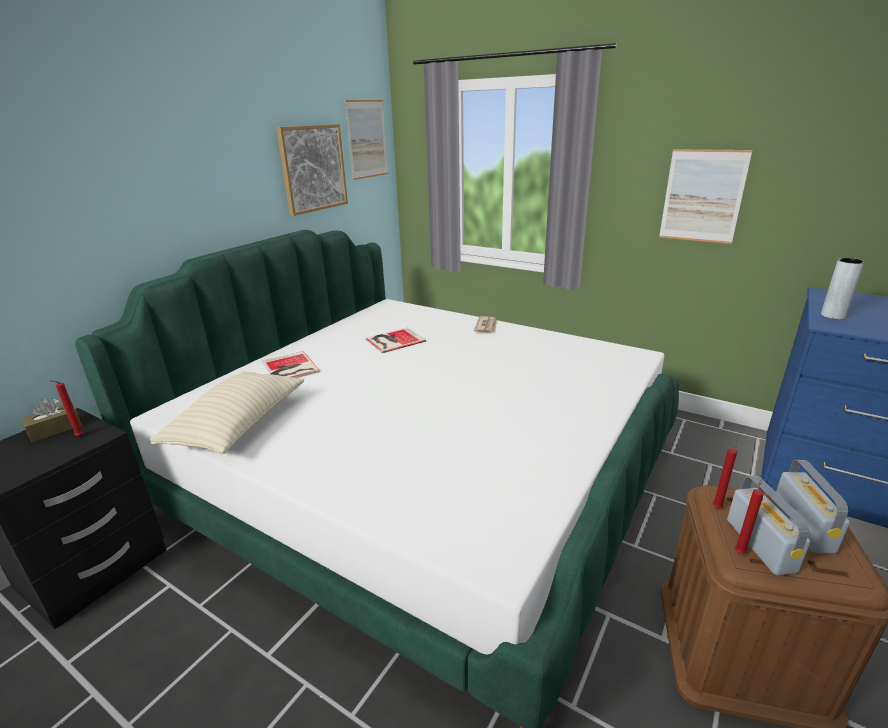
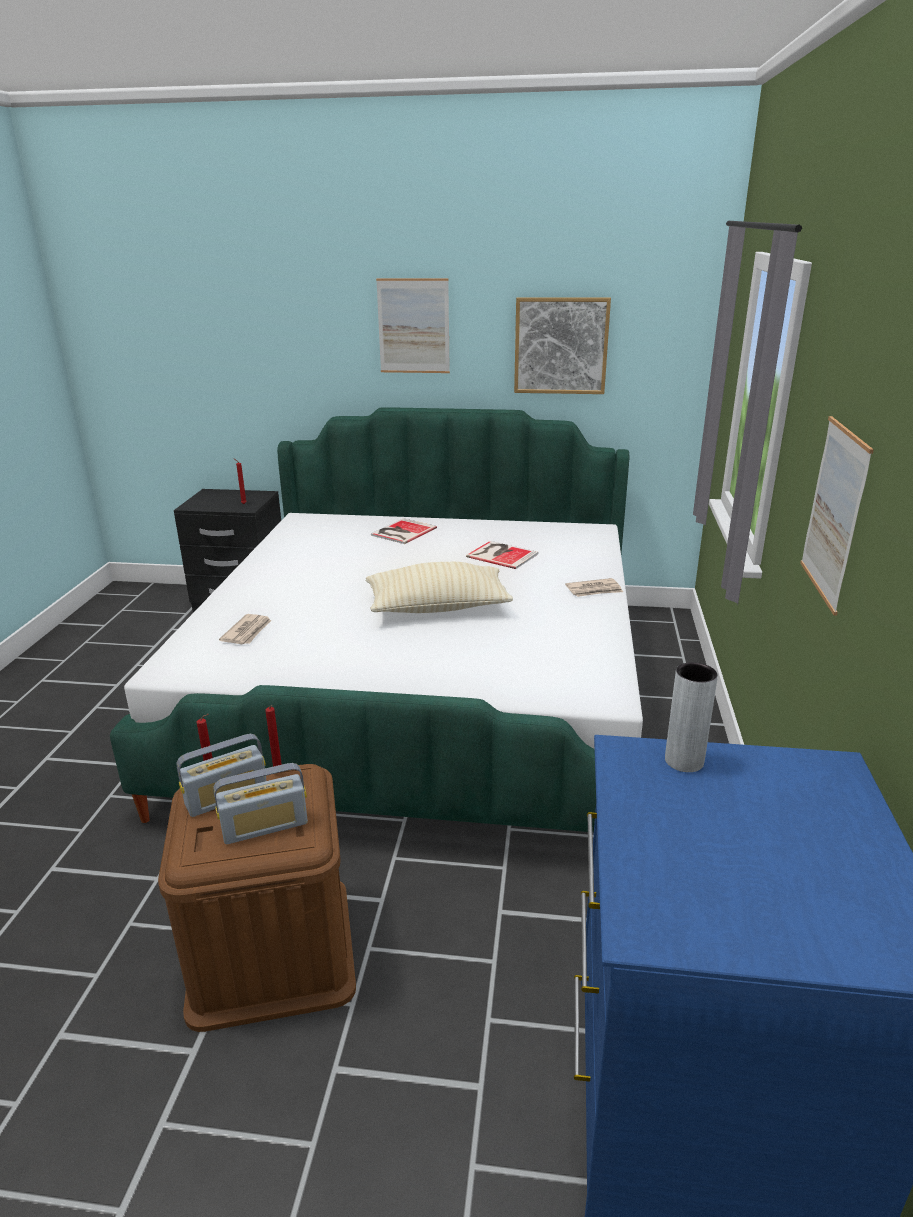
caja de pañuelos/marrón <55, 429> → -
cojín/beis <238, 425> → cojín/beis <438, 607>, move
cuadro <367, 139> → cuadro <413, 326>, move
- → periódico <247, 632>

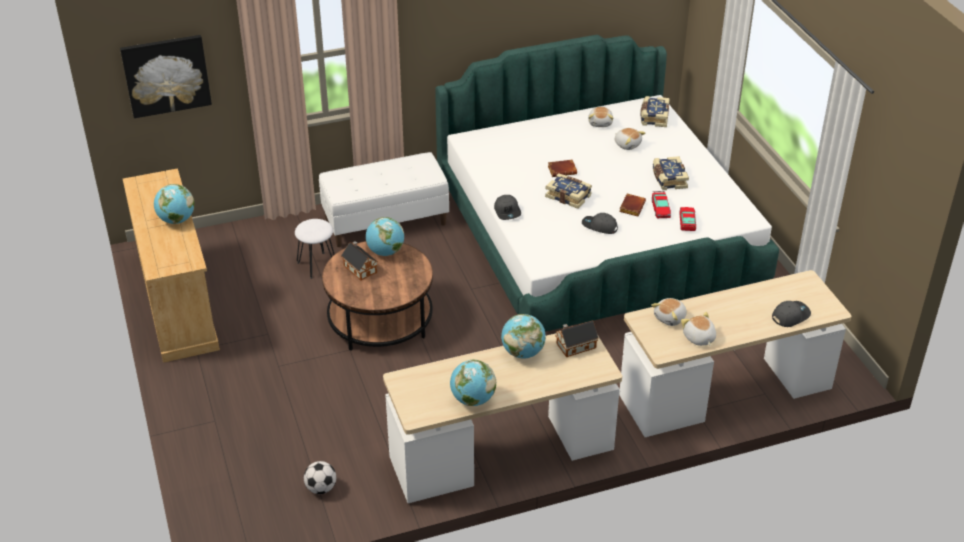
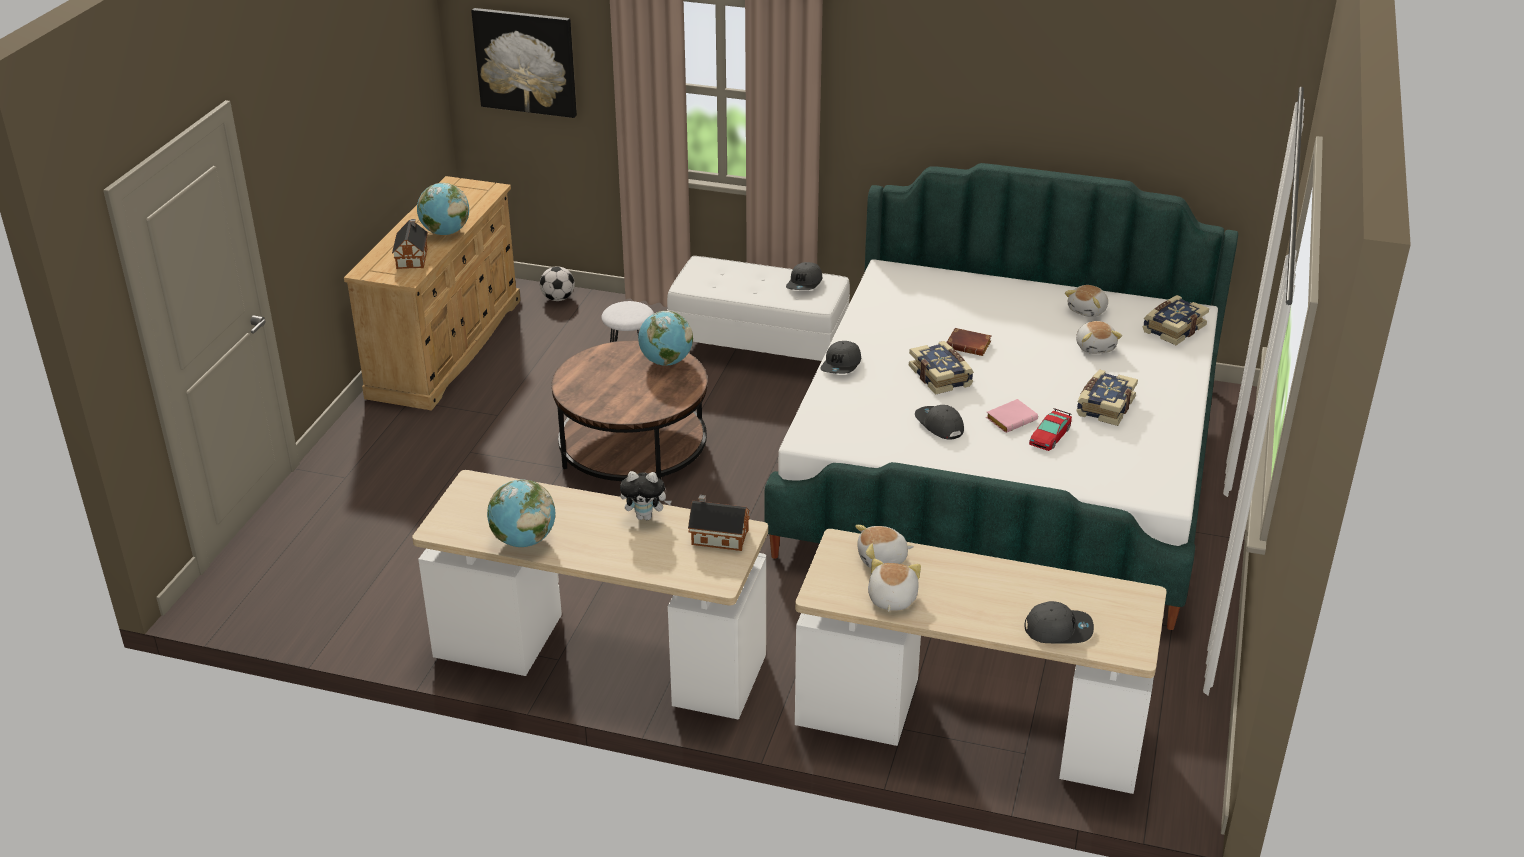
balón de fútbol <321, 488> → balón de fútbol <558, 298>, move
casita <359, 268> → casita <412, 257>, move
globo terráqueo <523, 352> → peluche <646, 516>
libro/marrón <631, 207> → libro/rosa <1011, 419>
coche de juguete <687, 222> → -
- → gorra/gris <805, 284>

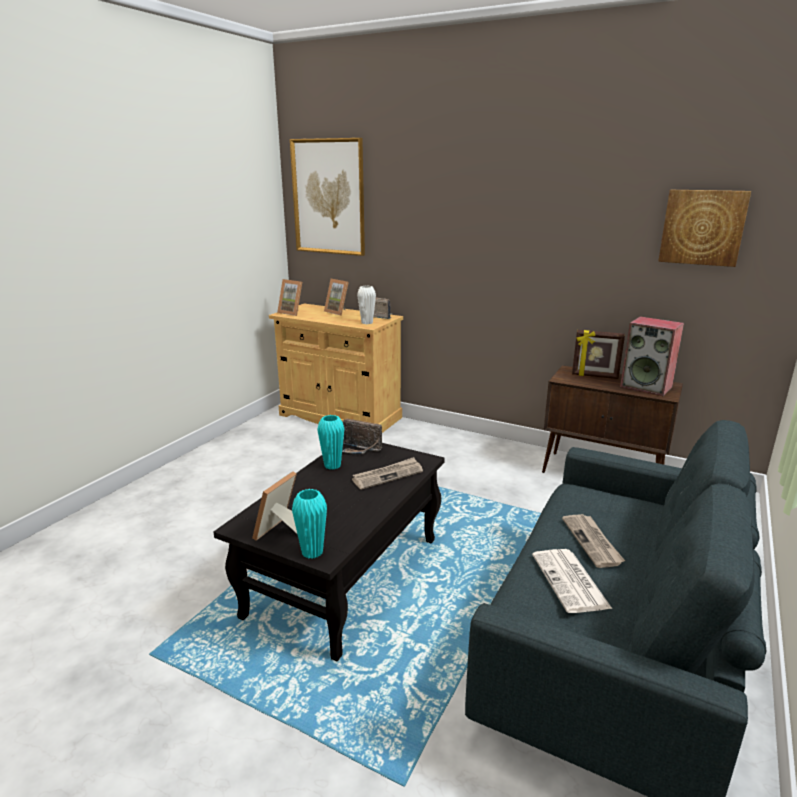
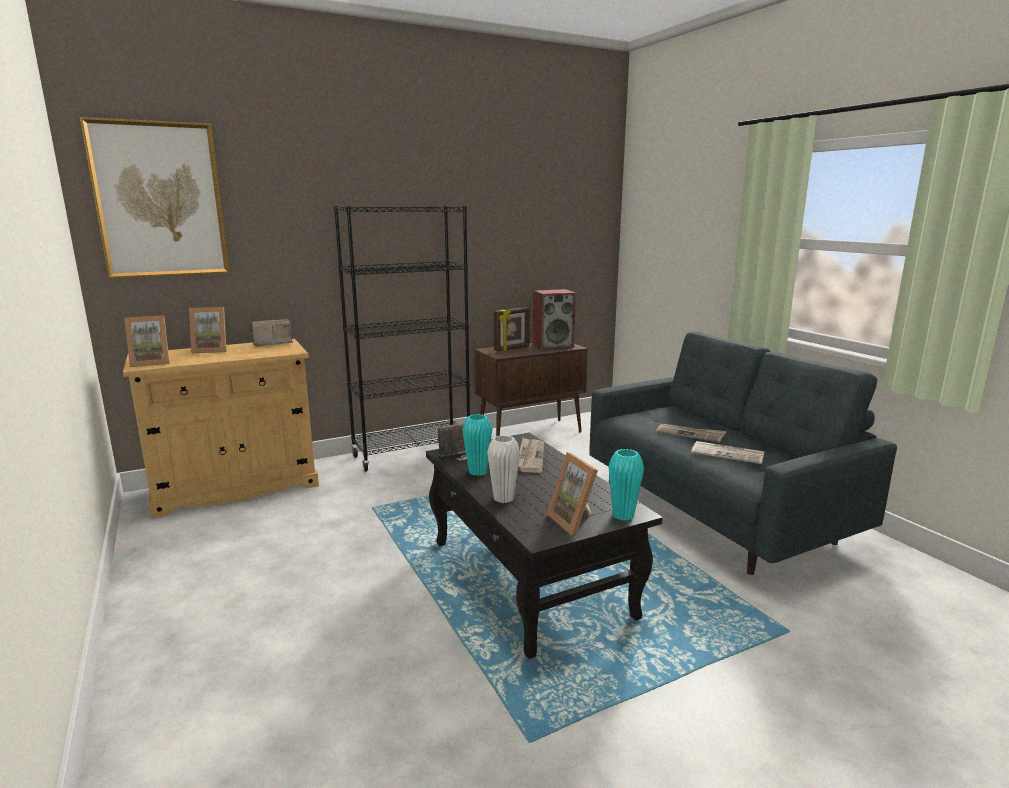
florero/blanco <367, 323> → florero/blanco <503, 498>, move
cuadro <702, 227> → -
- → estantería/negro <412, 454>

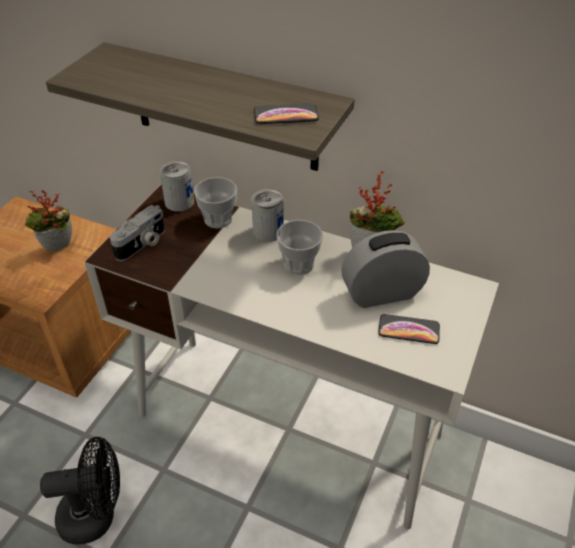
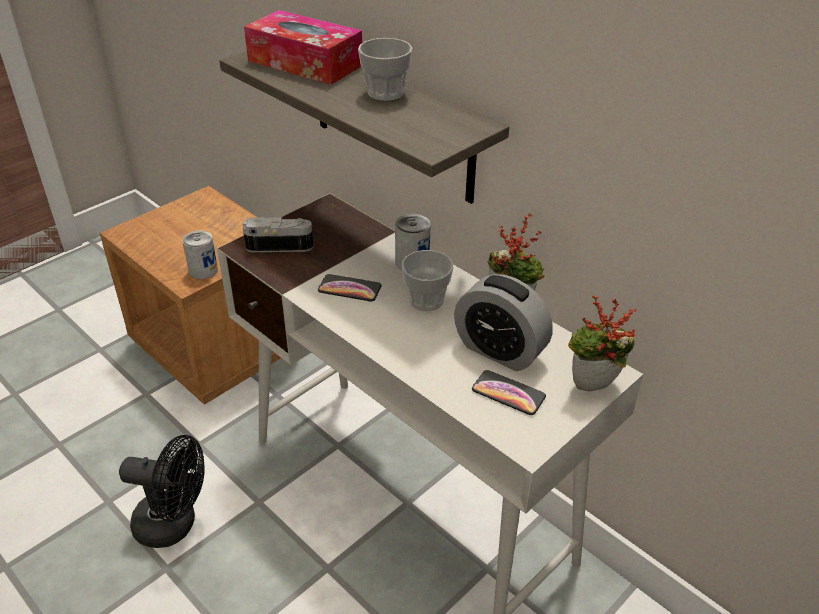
planta en maceta <58, 249> → planta en maceta <593, 389>, move
cámara <142, 244> → cámara <280, 245>, 150 degrees counterclockwise
lata <179, 202> → lata <203, 270>, move
taza <218, 219> → taza <385, 93>, move
móvil <286, 115> → móvil <349, 289>, move
despertador <382, 293> → despertador <499, 350>, 150 degrees counterclockwise
- → caja de pañuelos <305, 63>

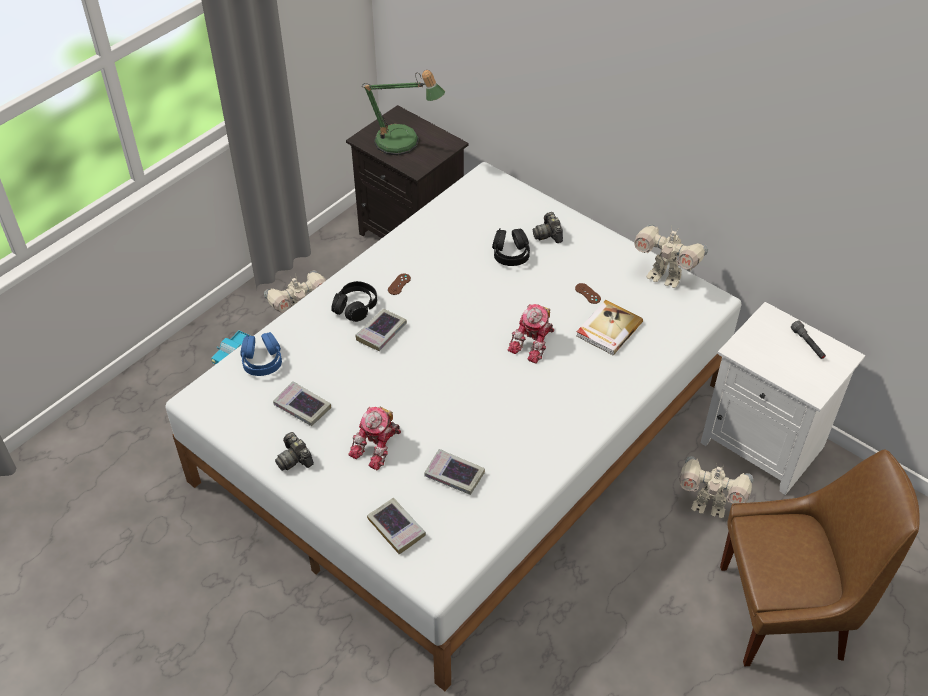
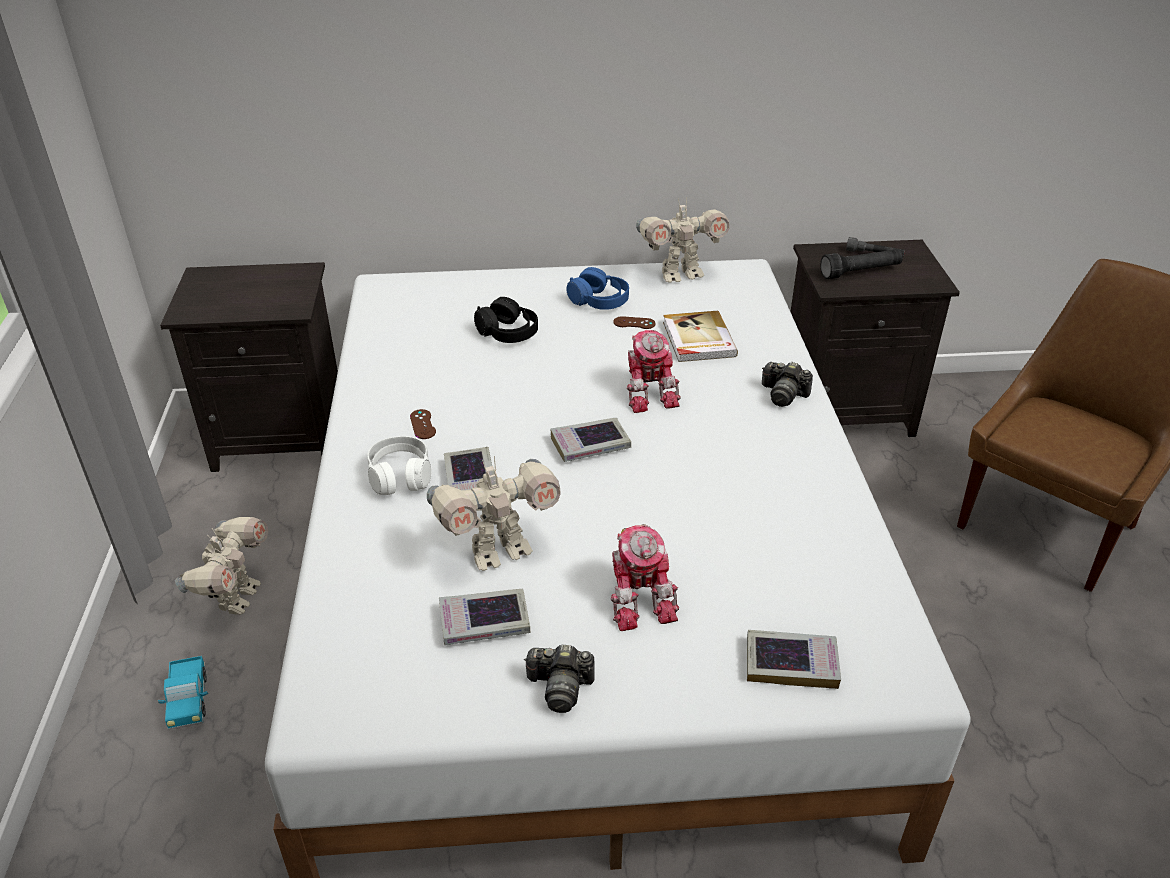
auriculares/azul <262, 361> → auriculares/azul <599, 301>, move
auriculares/negro <355, 307> → auriculares/blanco <400, 476>
lámpara de mesa <403, 144> → -
libro <454, 475> → libro <590, 445>, move
cámara <548, 234> → cámara <783, 395>, move
robot de juguete <709, 505> → robot de juguete <498, 551>, move
mesita de noche/blanco <764, 444> → mesita de noche/negro <847, 410>
- → linterna/negro <860, 272>

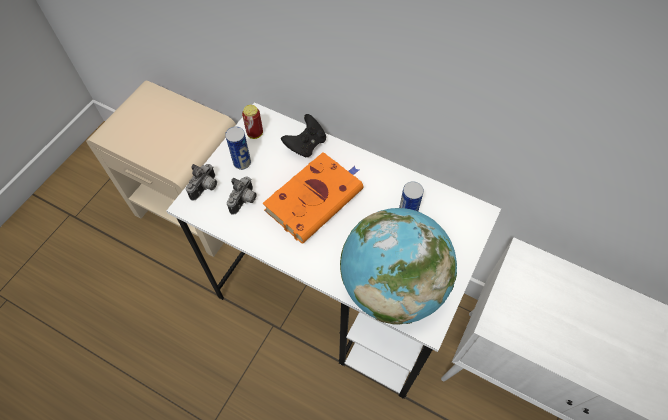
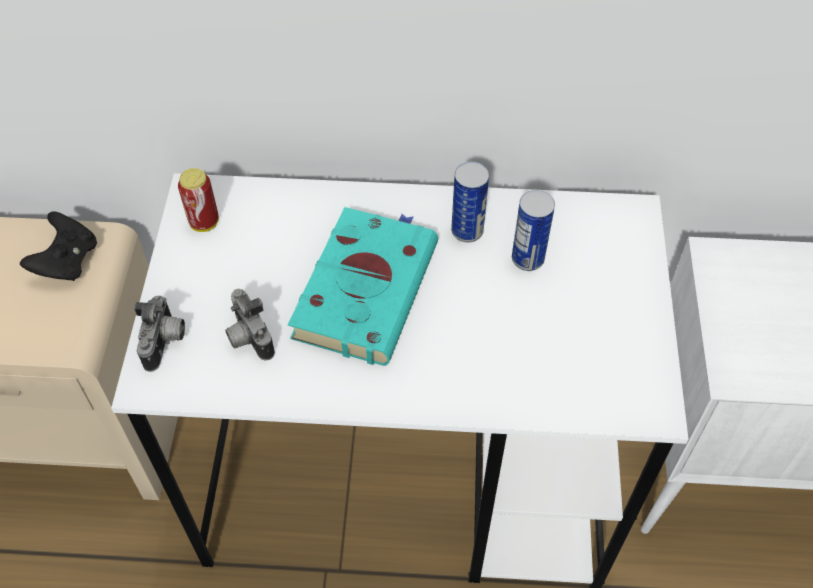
lata <242, 163> → lata <467, 231>, move
cámara <244, 201> → cámara <248, 337>, 150 degrees clockwise
libro/naranja <315, 198> → libro/turquesa <366, 287>
mando de consola/negro <306, 145> → mando de consola/negro <67, 261>, move
globo terráqueo <392, 286> → -

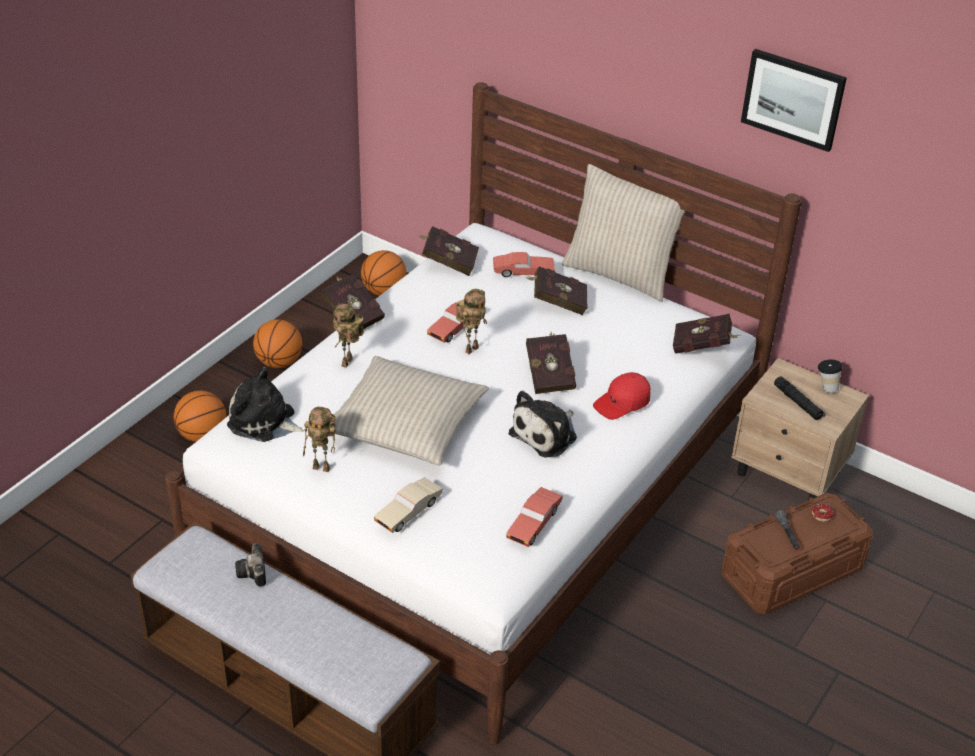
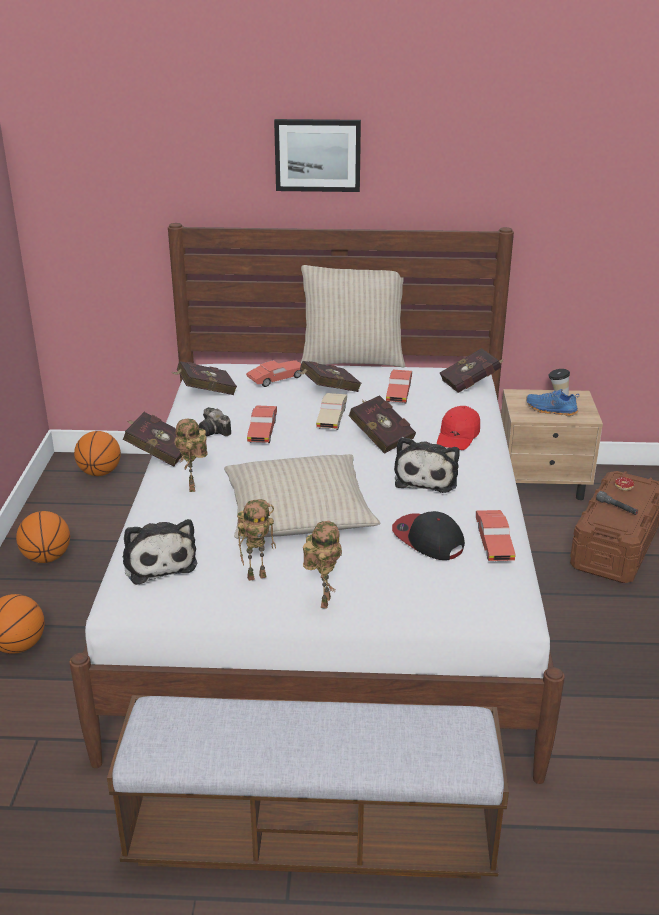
peluche <265, 422> → peluche <158, 561>, 105 degrees counterclockwise
cámara <253, 573> → cámara <215, 432>, move
coche de juguete/beis <408, 511> → coche de juguete/beis <332, 418>, move
robot de juguete <471, 348> → robot de juguete <323, 601>, move
cuadro <793, 99> → cuadro <317, 155>, move
linterna/negro <798, 403> → zapato/azul <550, 410>
- → coche de juguete/rojo <399, 393>
- → gorra <427, 539>

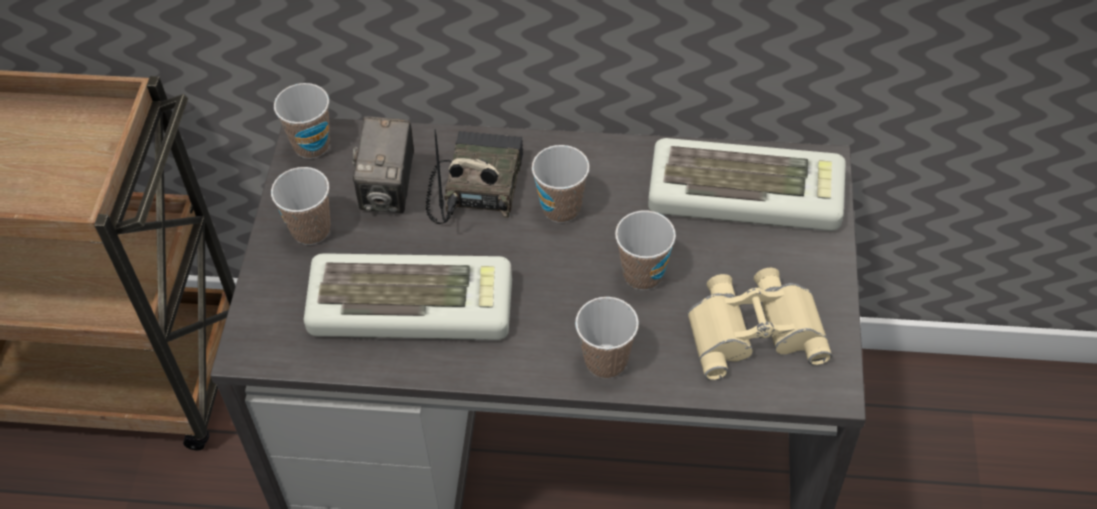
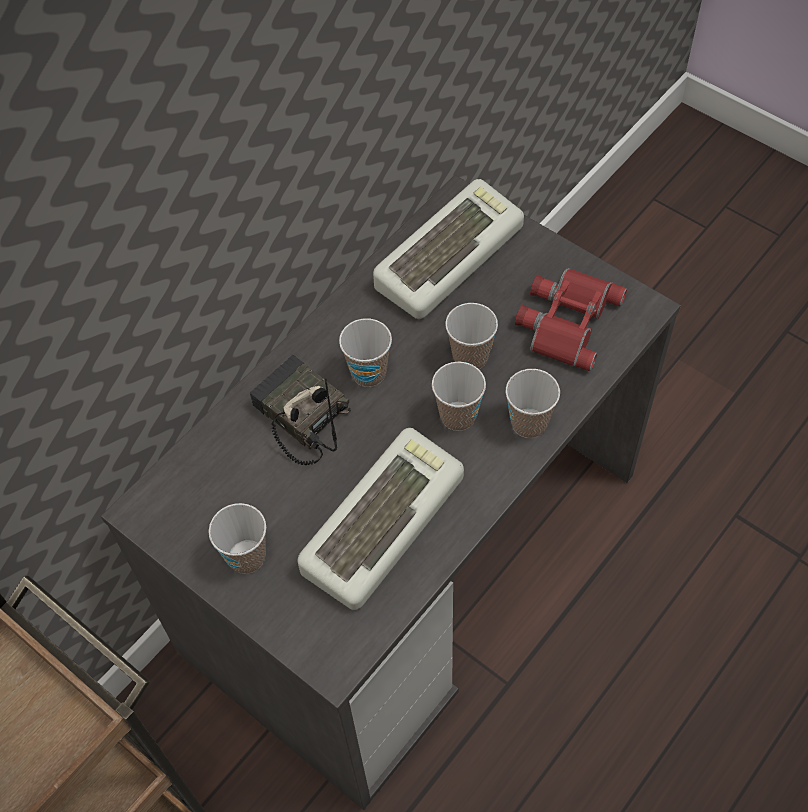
taza <311, 145> → taza <458, 416>, move
cámara <389, 190> → -
prismáticos/beis <754, 328> → prismáticos/rojo <565, 320>

